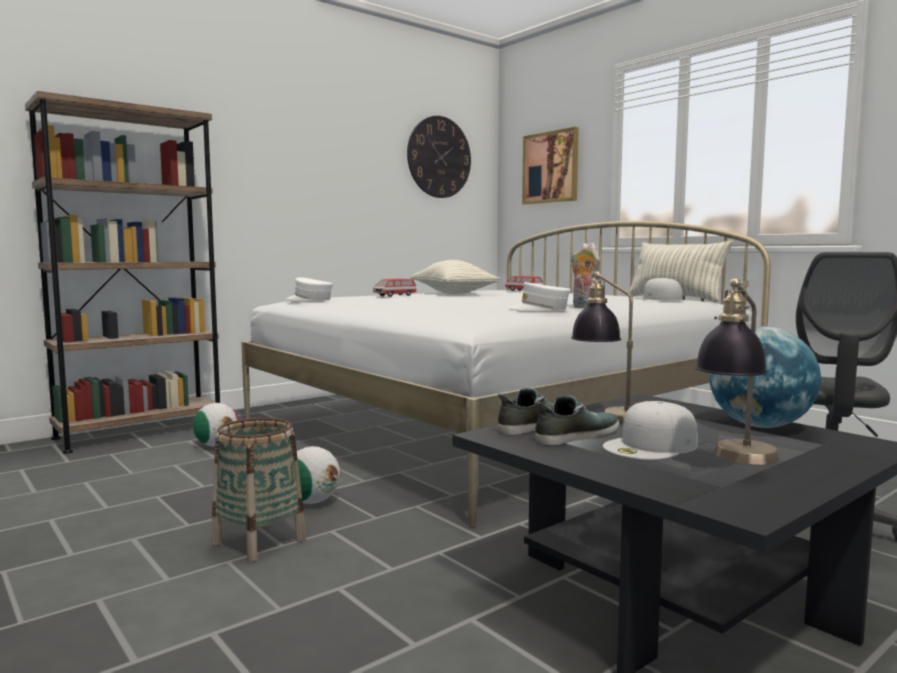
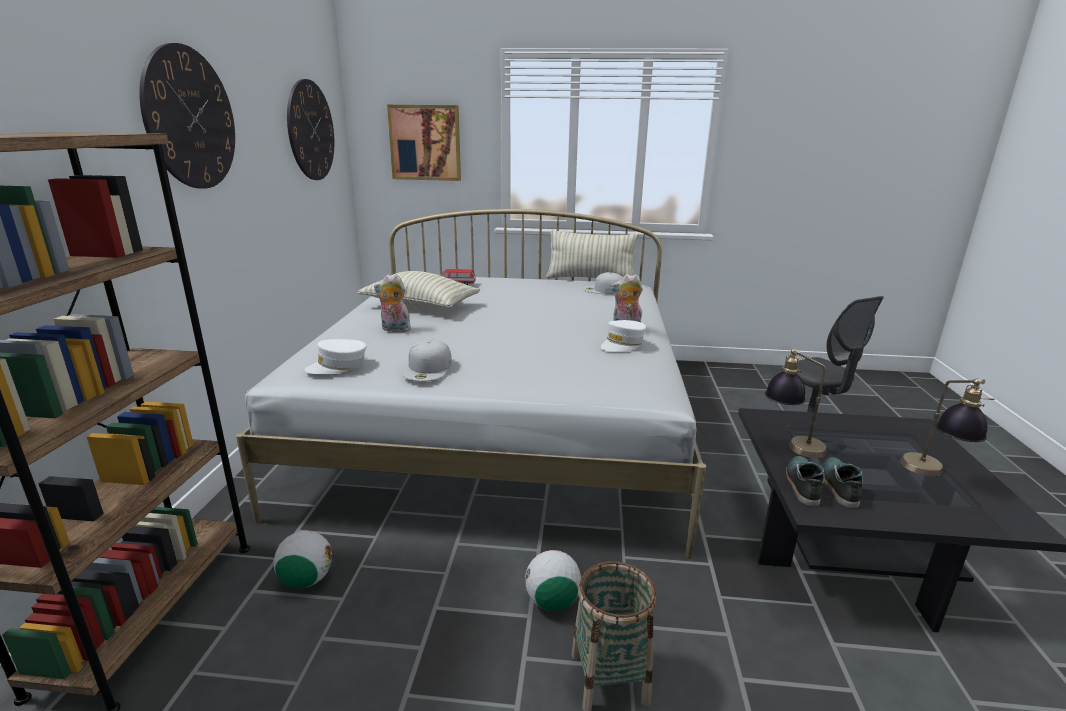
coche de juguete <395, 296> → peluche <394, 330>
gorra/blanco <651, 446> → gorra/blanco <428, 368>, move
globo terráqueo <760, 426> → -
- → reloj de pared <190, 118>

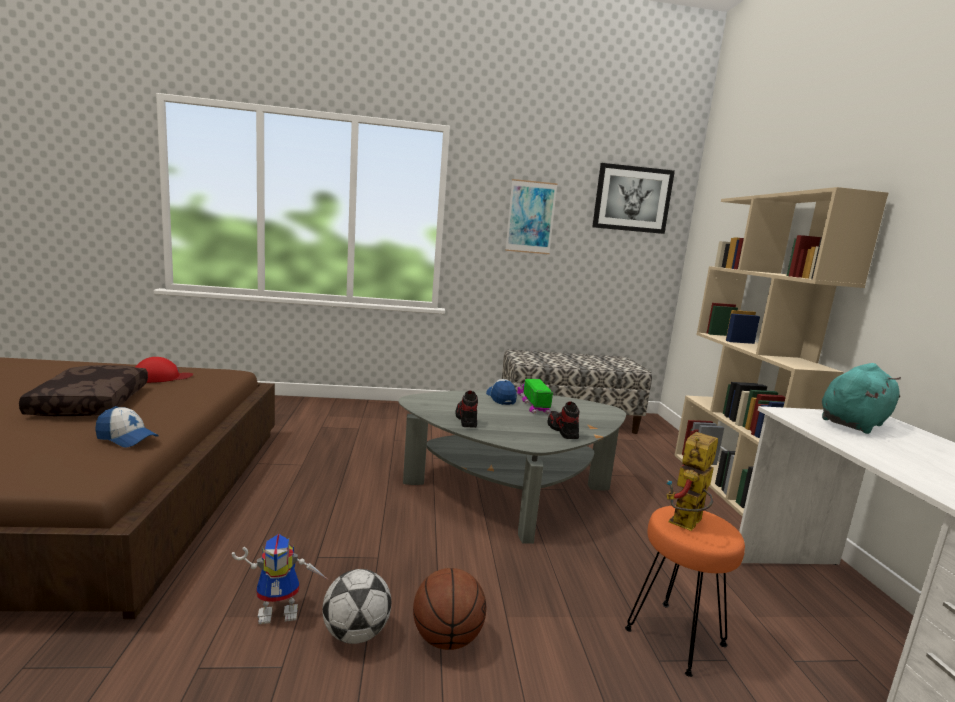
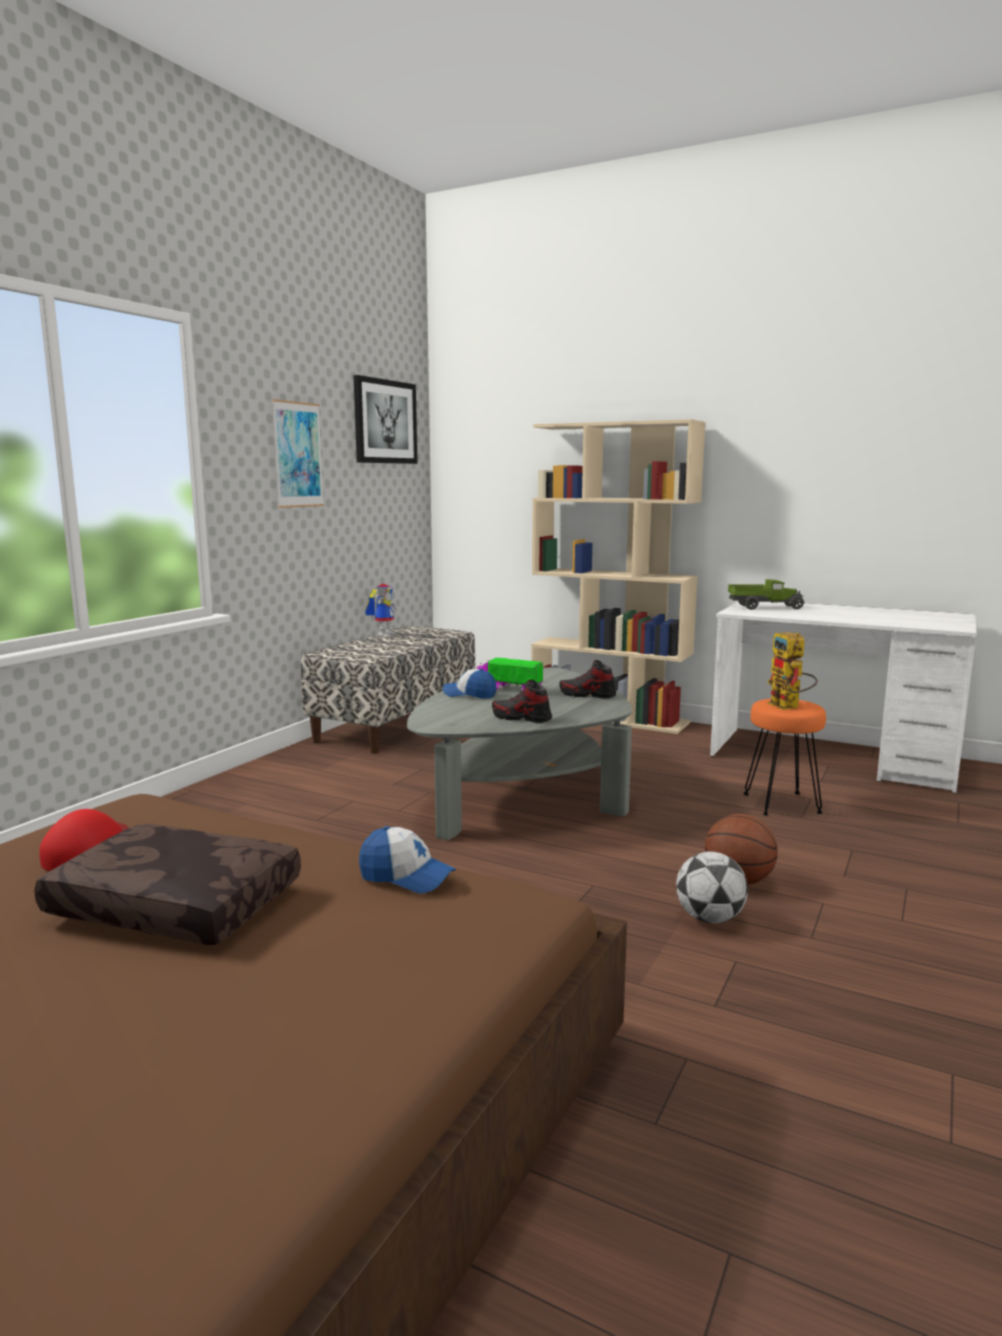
gorra <127, 438> → gorra <406, 877>, 60 degrees clockwise
robot de juguete <282, 611> → robot de juguete <383, 634>, move
peluche/turquesa <854, 423> → camión de juguete <764, 607>

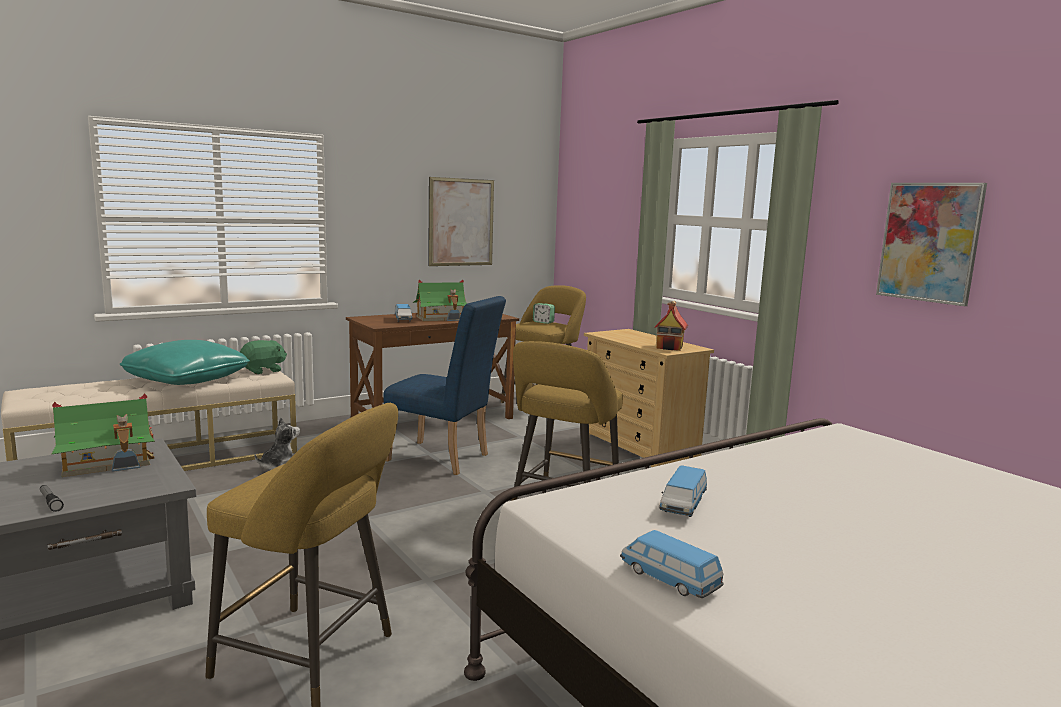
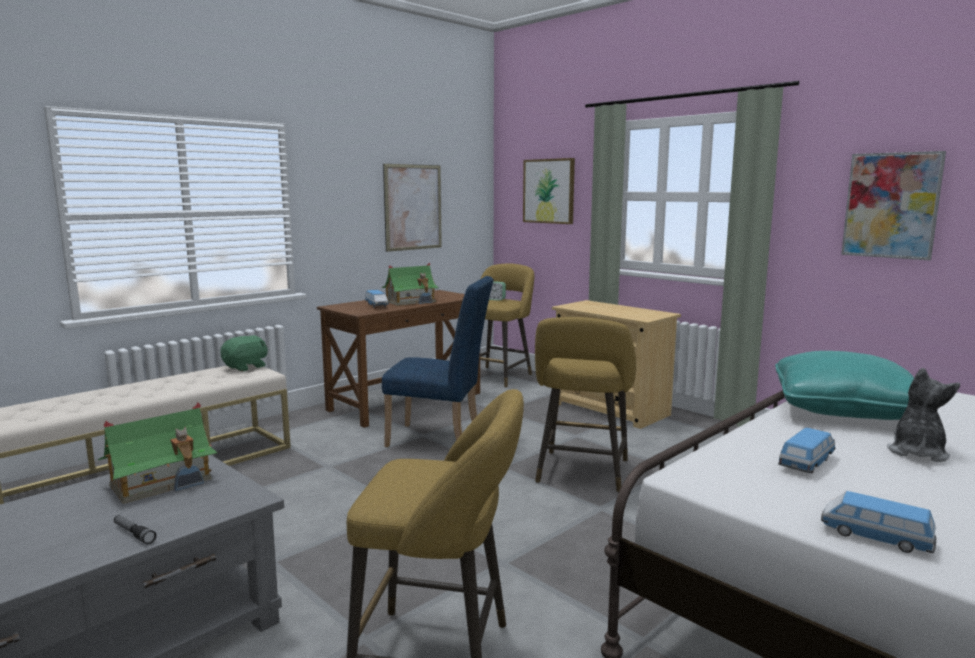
cojín/turquesa <186, 380> → cojín/turquesa <843, 410>, move
peluche <279, 467> → peluche <917, 452>, move
casita <670, 347> → -
coche de juguete <683, 506> → coche de juguete <806, 463>, 150 degrees counterclockwise
- → cuadro <549, 191>

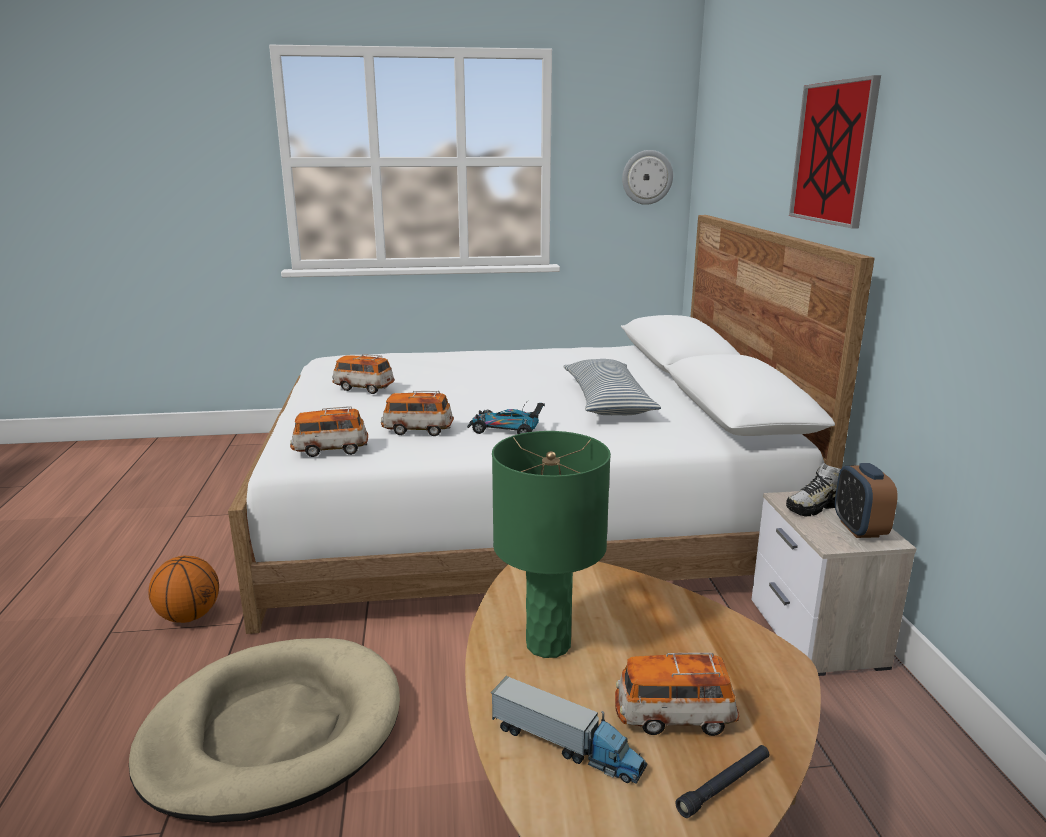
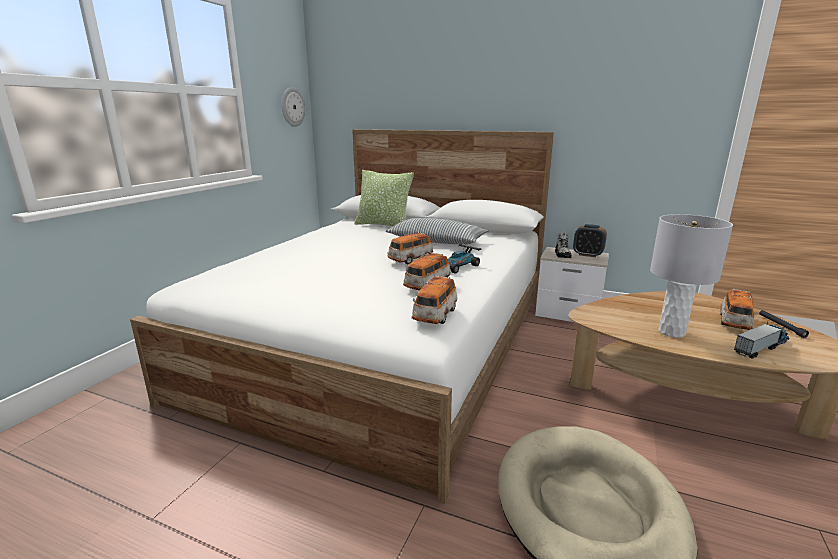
balón de baloncesto <189, 616> → -
coche de juguete <363, 388> → coche de juguete <410, 260>, move
lámpara de mesa/verde <549, 644> → lámpara de mesa/gris <672, 332>
cuadro <833, 153> → -
- → cojín <383, 225>

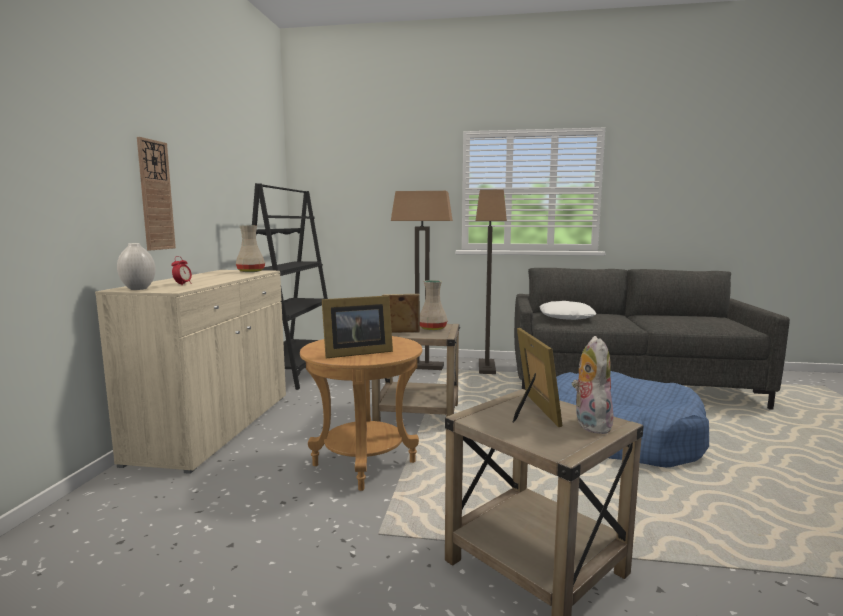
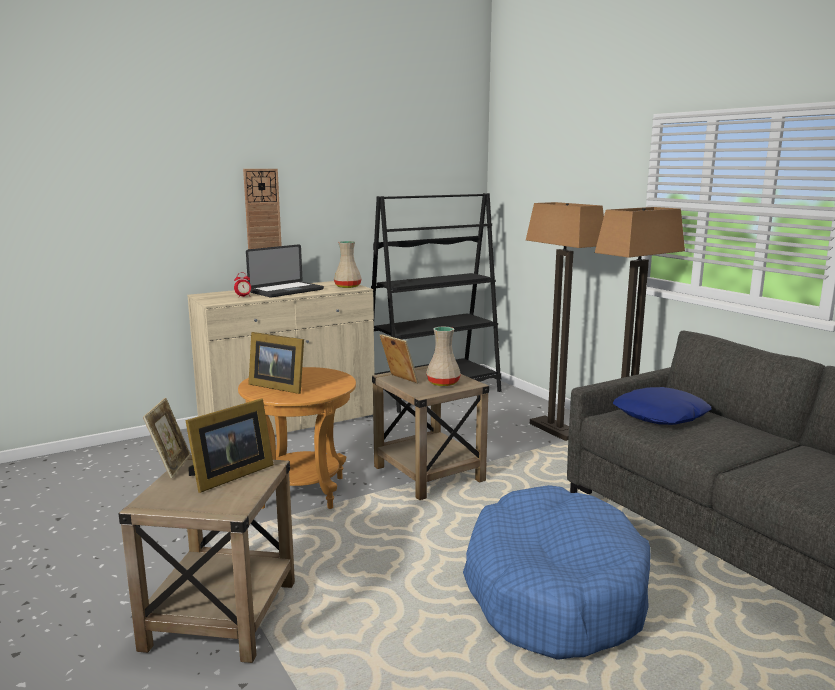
florero/blanco <138, 289> → -
cojín/blanco <566, 317> → cojín/azul <661, 415>
peluche <589, 424> → -
- → portarretratos <171, 466>
- → portátil <286, 291>

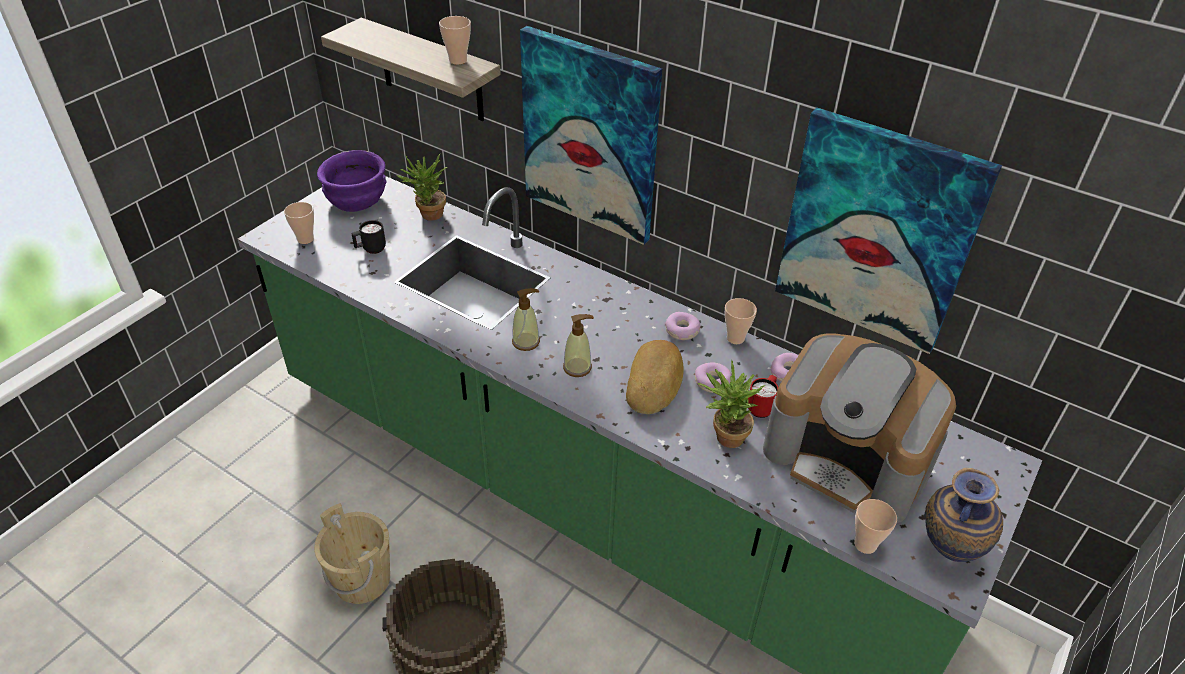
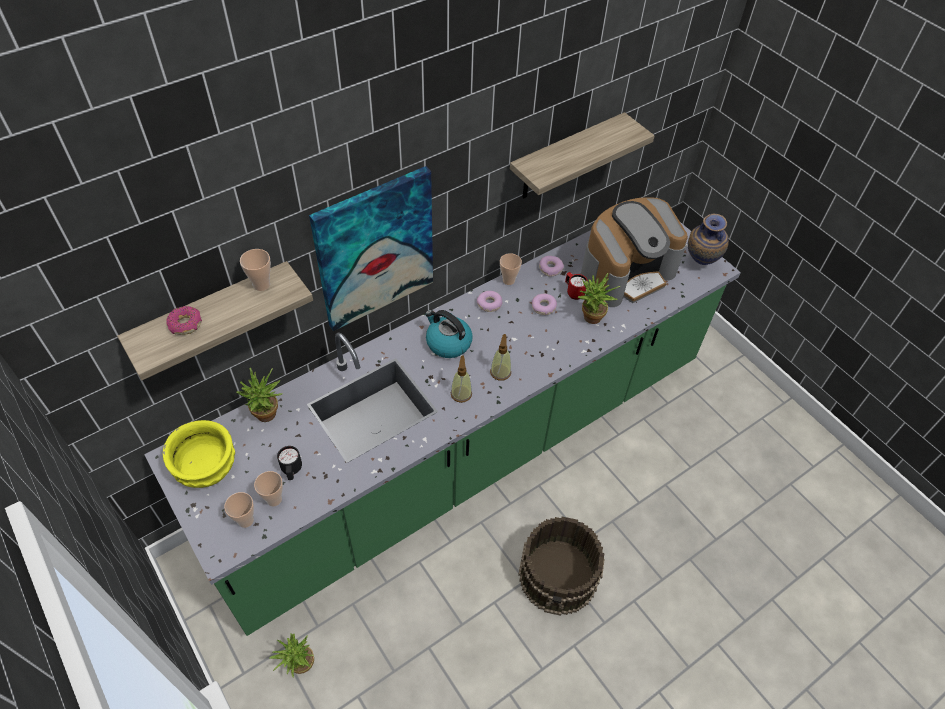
cubo/beis <362, 579> → -
cuenco/morado <357, 200> → cuenco/amarillo <207, 467>
pan <655, 382> → -
cuadro <877, 232> → estante <565, 158>
taza <865, 544> → taza <274, 499>, move
- → rosquilla <186, 324>
- → planta en maceta <299, 666>
- → hervidor <448, 343>

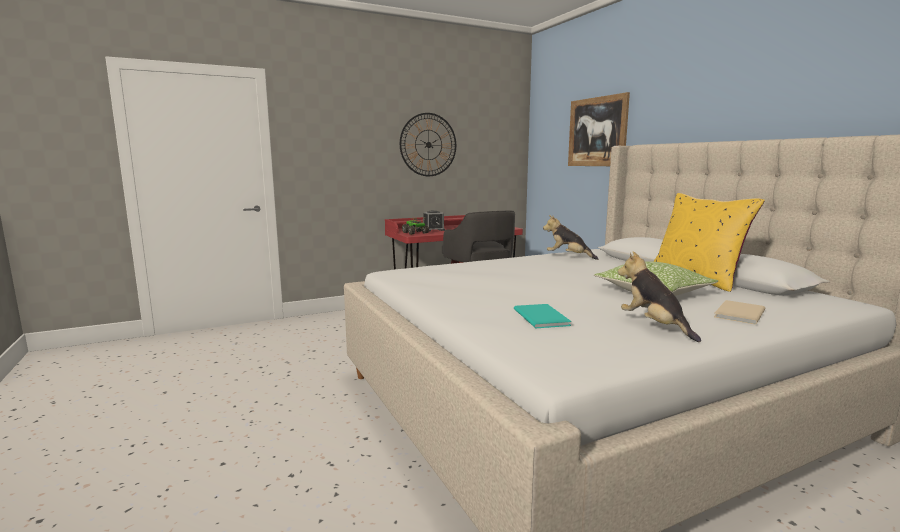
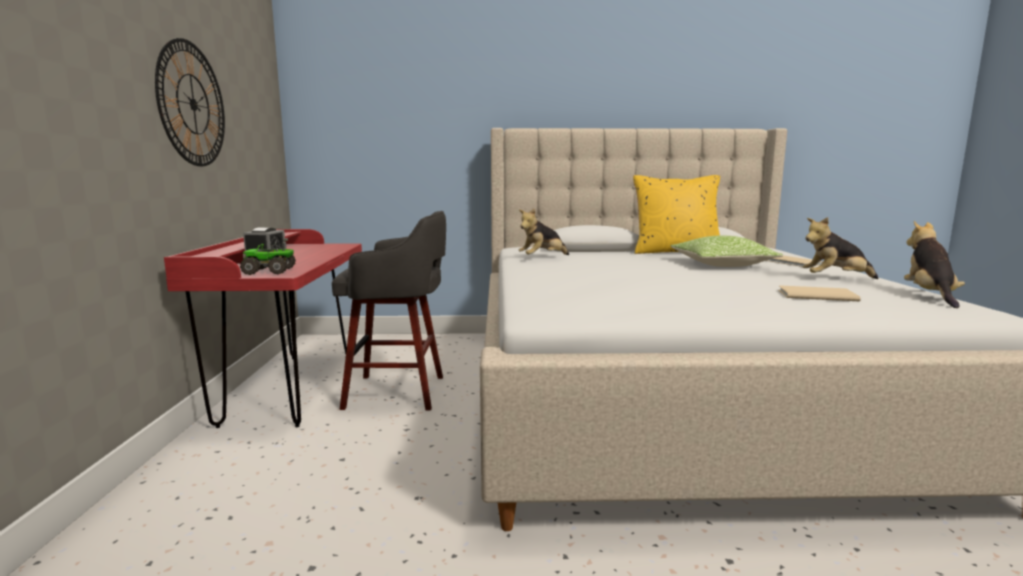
libro/turquesa <542, 316> → libro/beis <814, 295>
cuadro <597, 132> → -
- → peluche <929, 296>

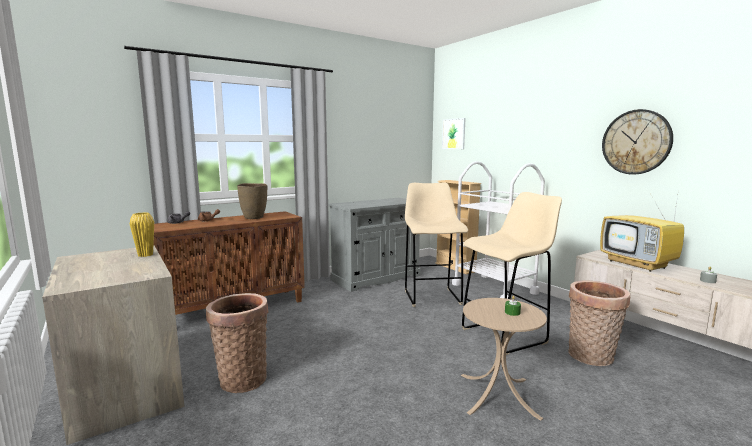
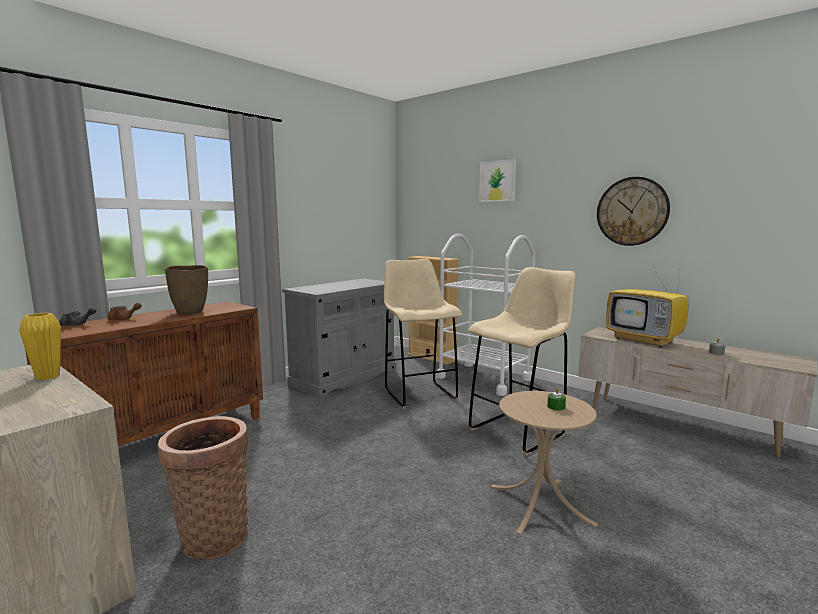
cuadro <453, 134> → cuadro <497, 181>, move
cesta <592, 358> → -

